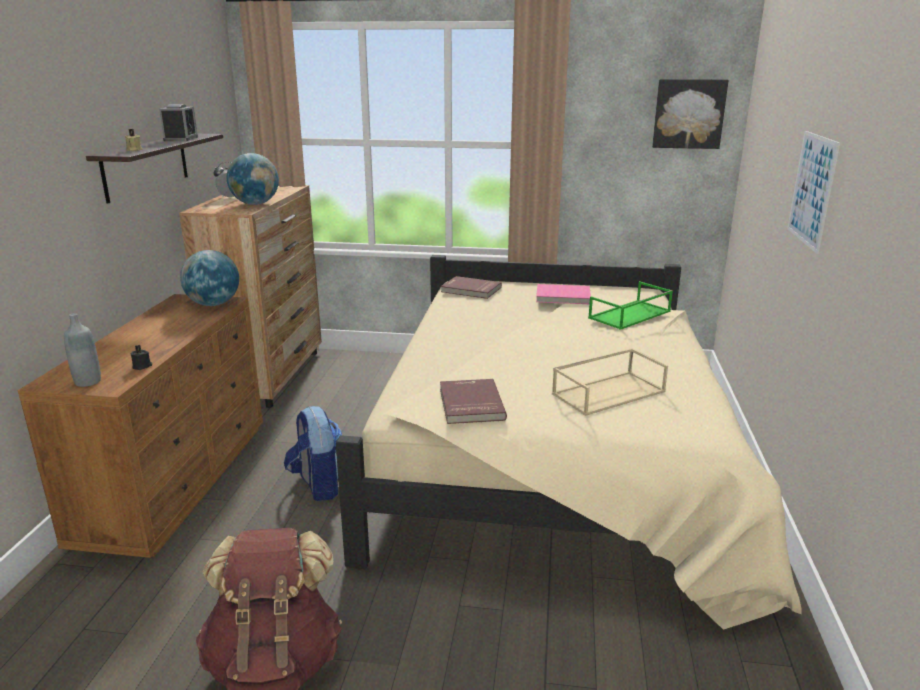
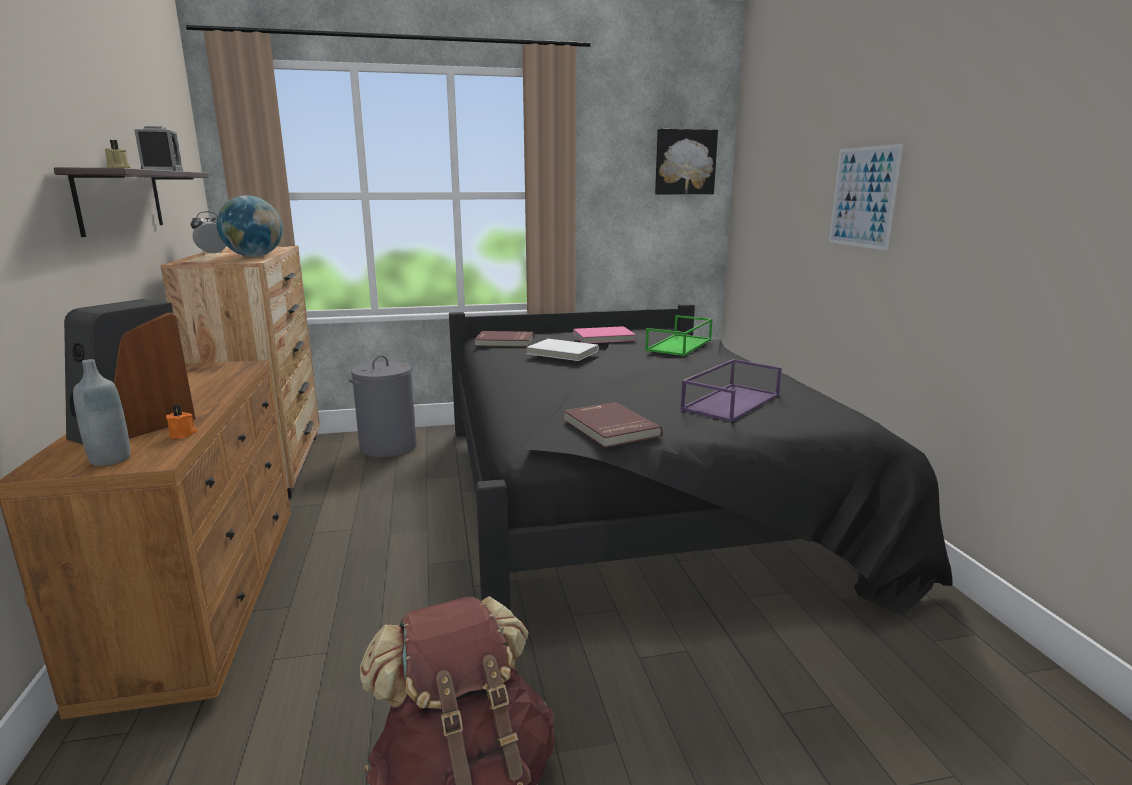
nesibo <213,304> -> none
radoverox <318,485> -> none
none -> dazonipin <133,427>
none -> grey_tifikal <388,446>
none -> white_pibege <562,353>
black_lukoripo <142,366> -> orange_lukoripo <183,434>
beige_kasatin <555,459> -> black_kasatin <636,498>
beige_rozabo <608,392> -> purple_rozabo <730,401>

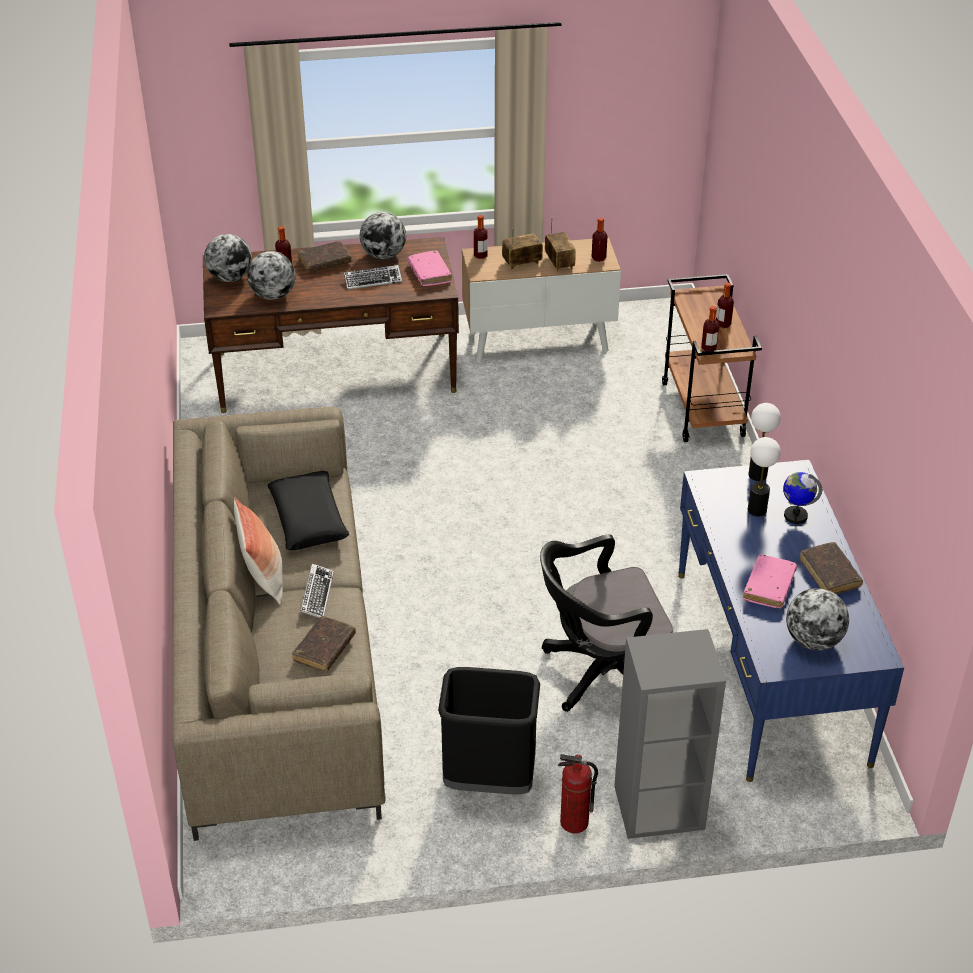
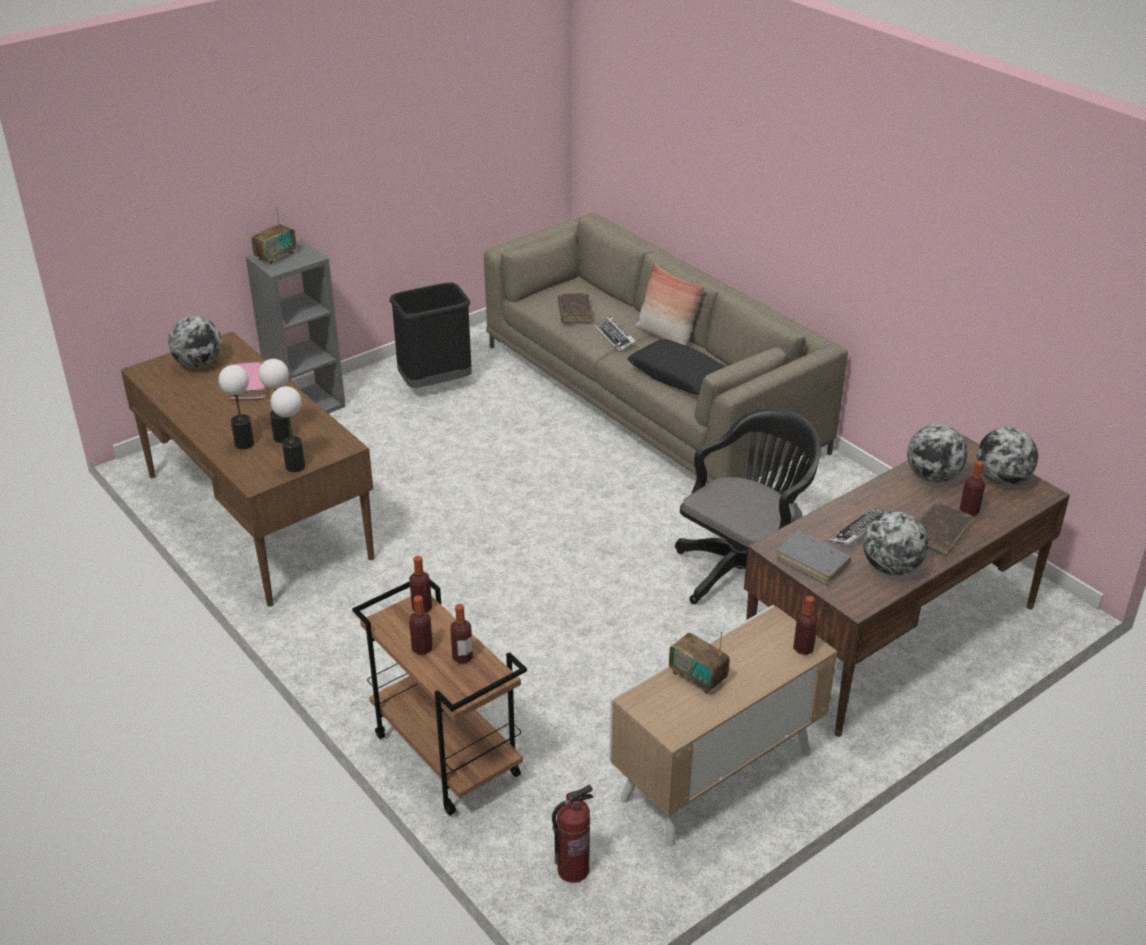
brown_pibege <829,574> -> none
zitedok <522,262> -> zitedok <275,256>, shifted
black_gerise <601,674> -> black_gerise <744,570>, shifted
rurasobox <574,823> -> rurasobox <573,869>, shifted
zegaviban <598,258> -> zegaviban <462,657>, shifted
nesibo <795,516> -> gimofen <244,443>
pink_pibege <429,273> -> grey_pibege <812,563>
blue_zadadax <770,665> -> brown_zadadax <257,515>

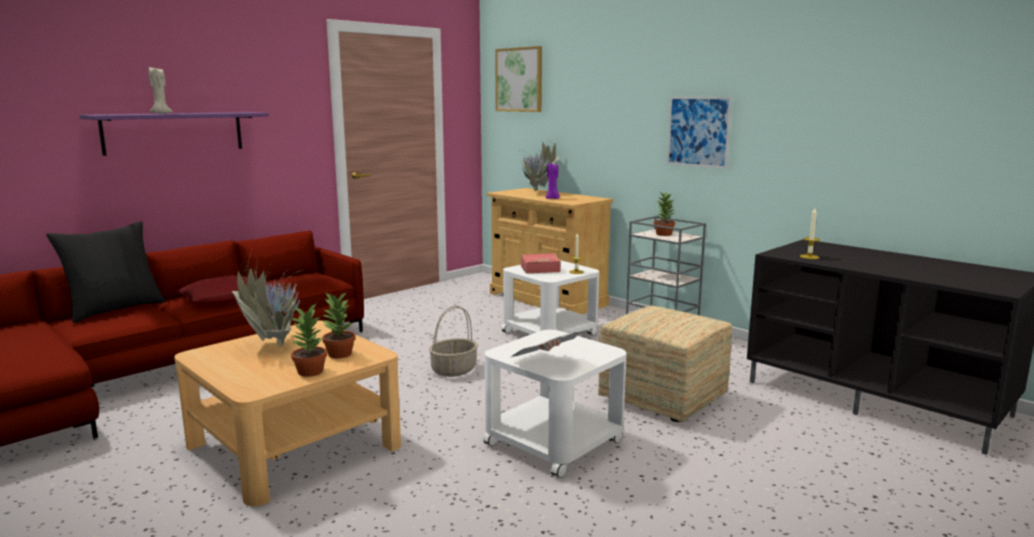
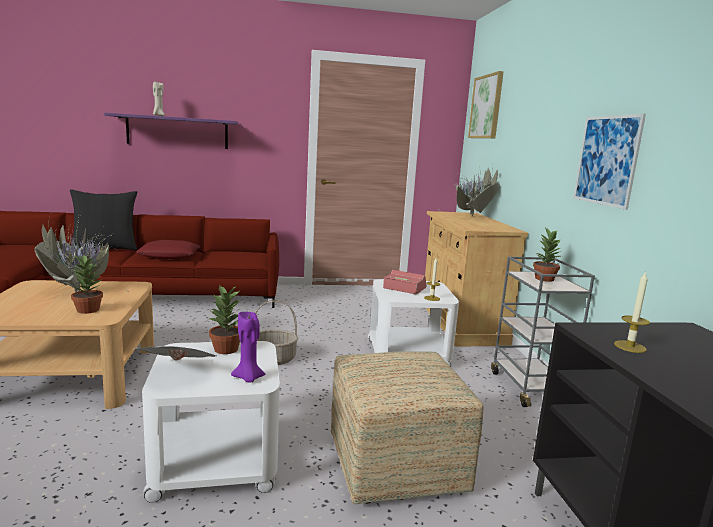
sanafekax <311,372> -> sanafekax <226,349>, shifted
purple_lukoripo <552,199> -> purple_lukoripo <248,378>, shifted

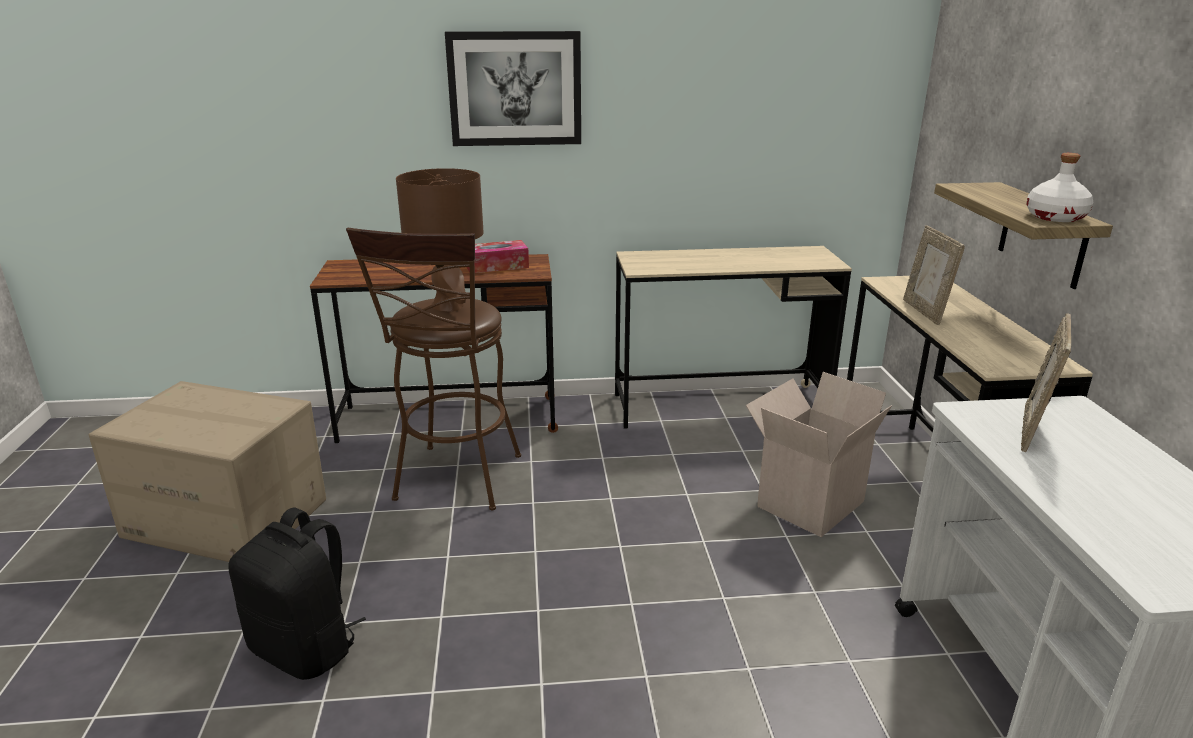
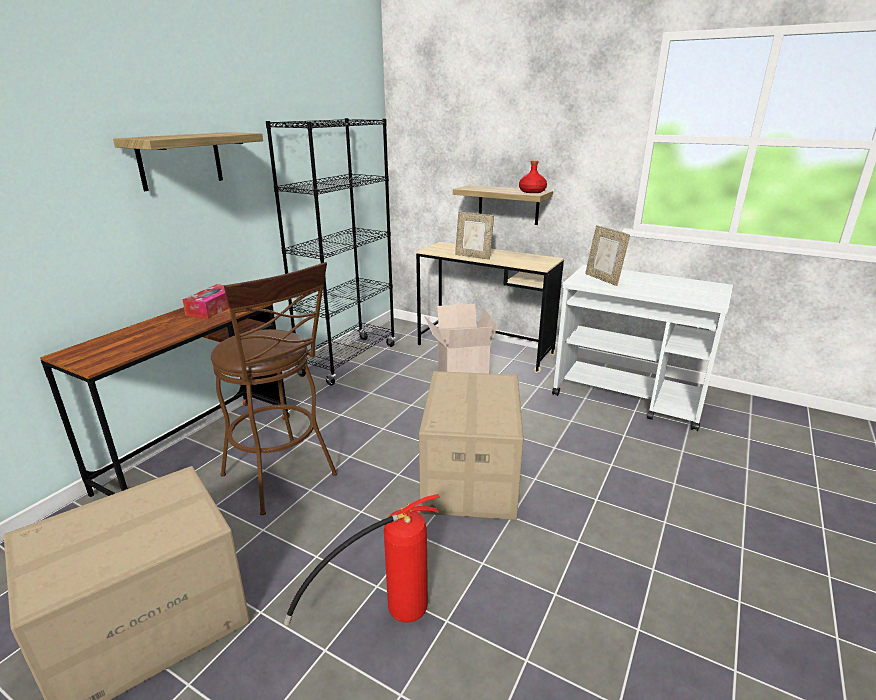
brown_gimofen <448,306> -> none
none -> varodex <469,476>
black_radoverox <306,648> -> rurasobox <385,615>
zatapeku <515,89> -> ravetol <180,160>
beige_zadadax <720,406> -> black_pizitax <348,360>
white_zegaviban <1056,217> -> red_zegaviban <532,191>

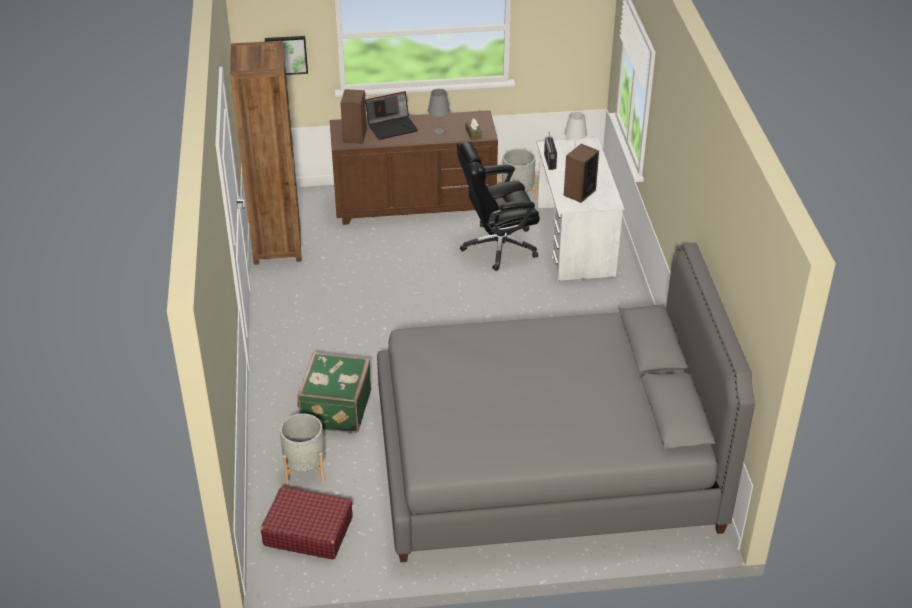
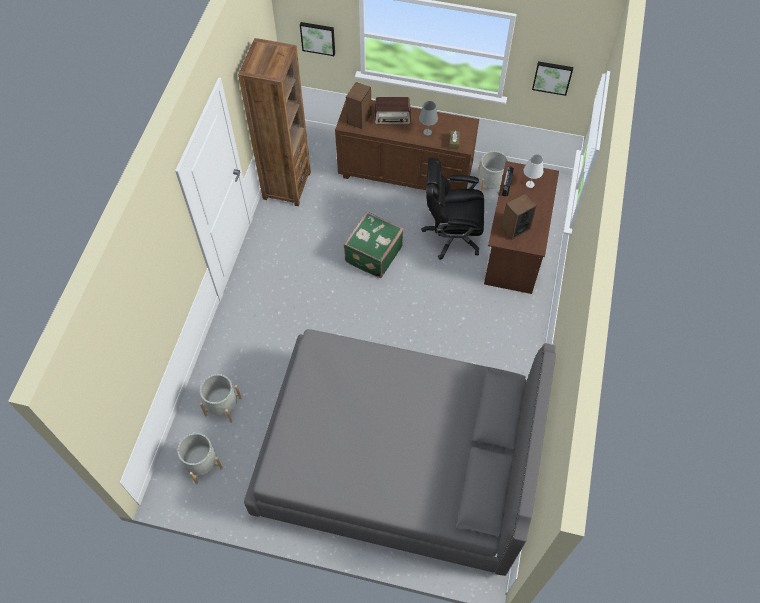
none -> zatapeku <552,77>
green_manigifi <335,409> -> green_manigifi <372,254>, shifted
red_manigifi <308,531> -> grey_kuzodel <202,464>
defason <392,127> -> zitedok <392,117>
white_zadadax <575,241> -> brown_zadadax <515,247>

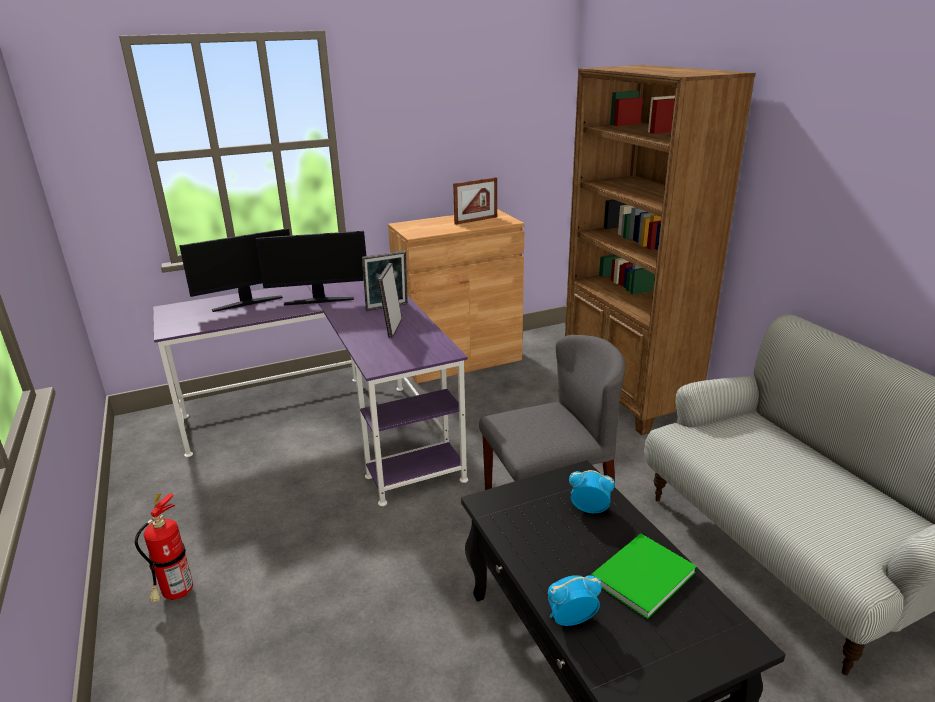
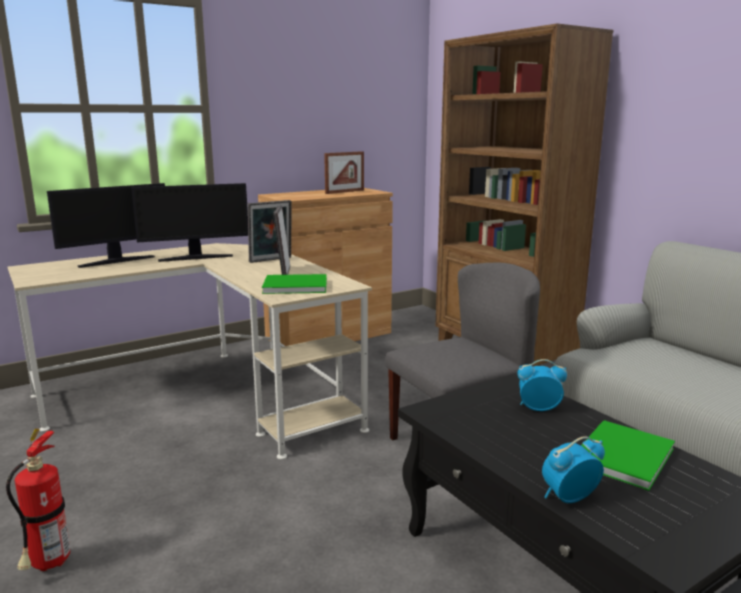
none -> green_pibege <293,286>
purple_zadadax <333,426> -> beige_zadadax <209,394>

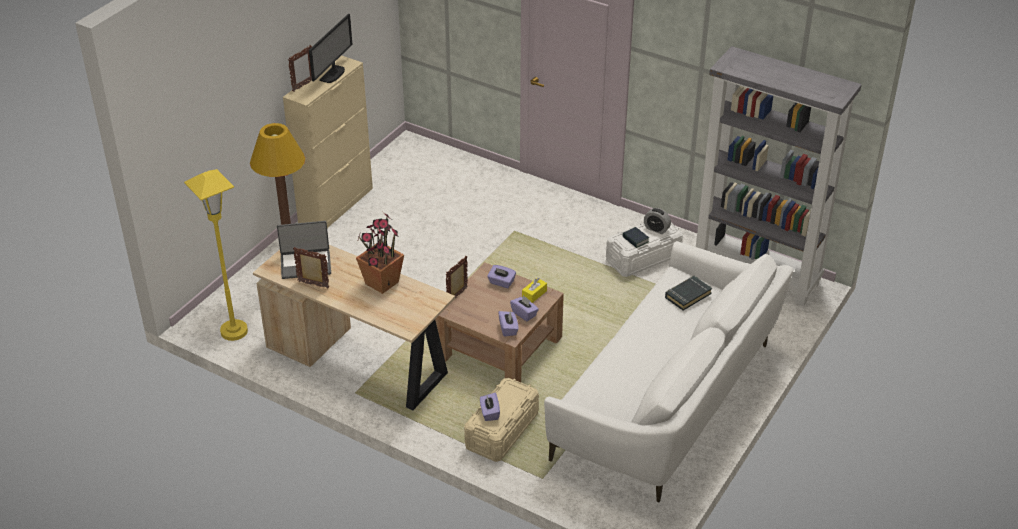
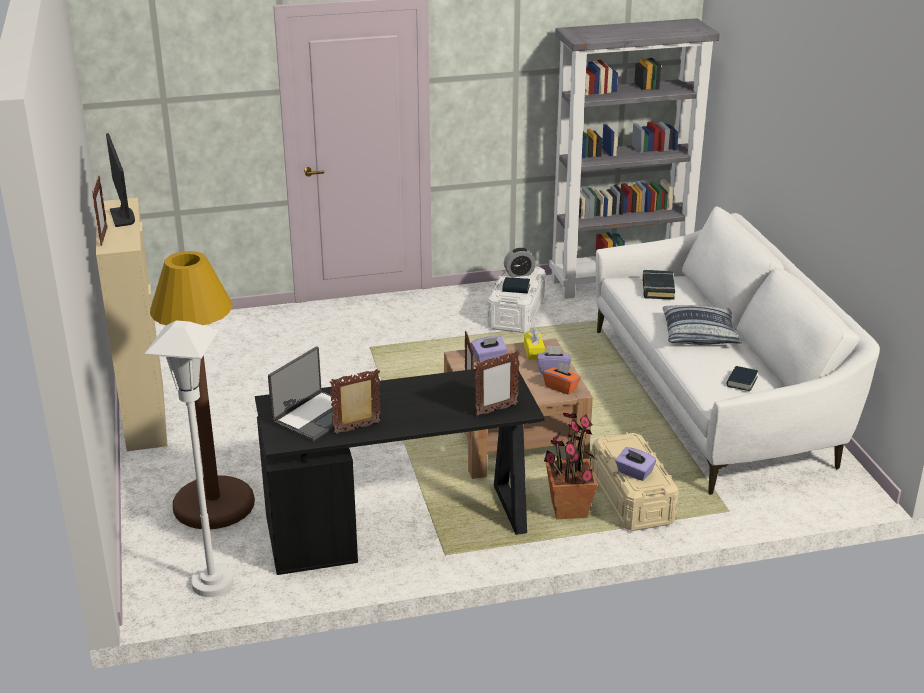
none -> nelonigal <496,410>
none -> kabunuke <700,334>
none -> pibege <741,382>
sanafekax <381,283> -> sanafekax <568,510>, shifted
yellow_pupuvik <234,331> -> white_pupuvik <212,583>
beige_zadadax <359,361> -> black_zadadax <401,526>
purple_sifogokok <508,329> -> orange_sifogokok <561,387>

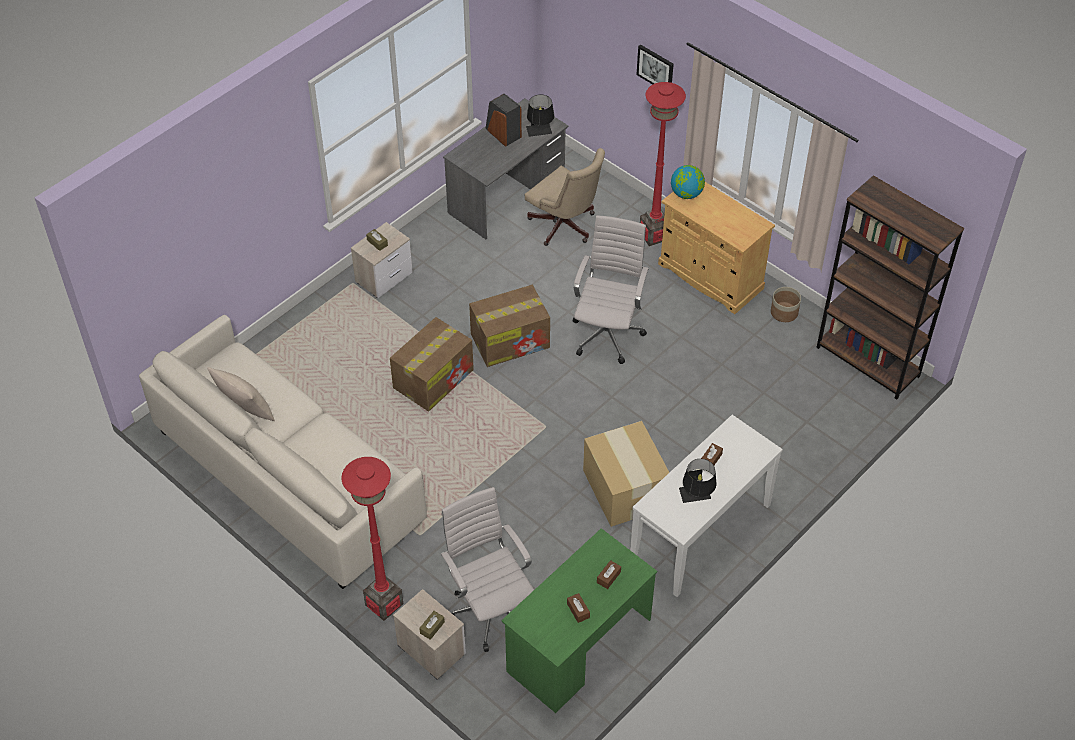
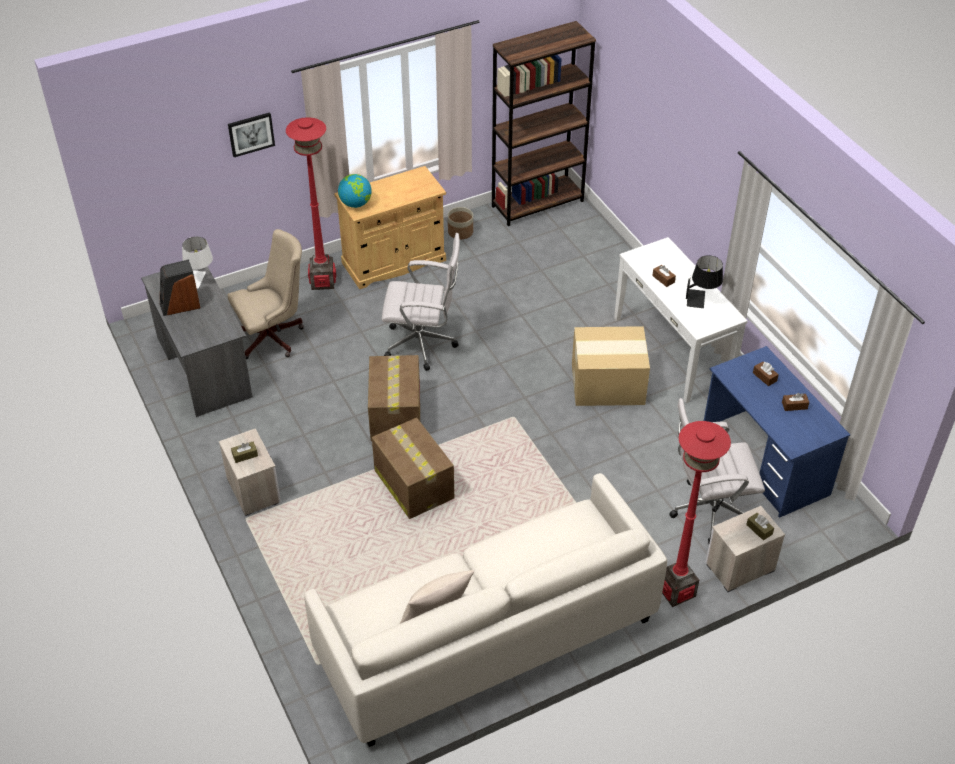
green_zadadax <579,645> -> blue_zadadax <764,460>
black_gimofen <540,133> -> white_gimofen <199,279>
white_gerise <608,333> -> white_gerise <423,345>, 150 degrees clockwise

